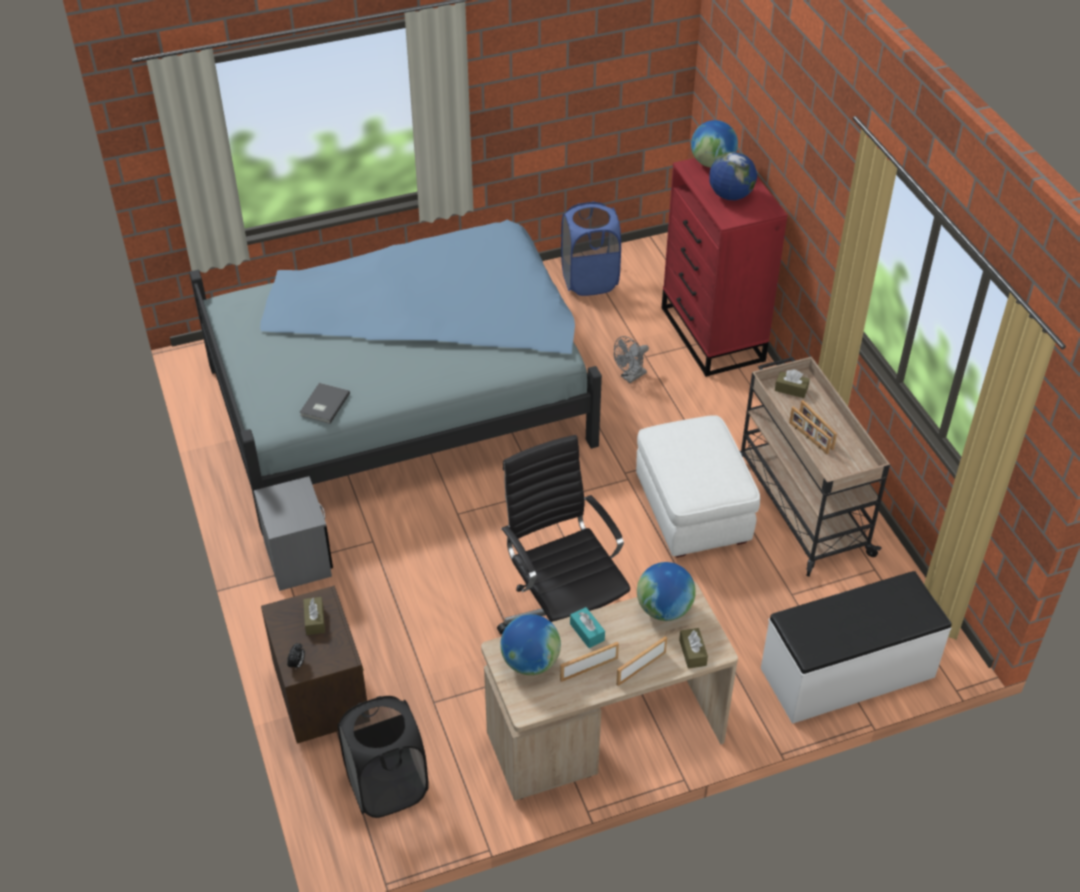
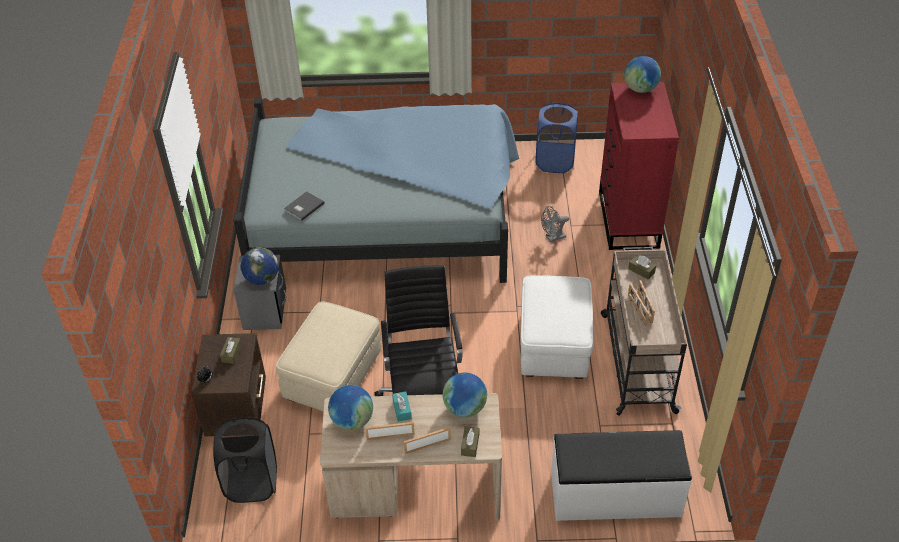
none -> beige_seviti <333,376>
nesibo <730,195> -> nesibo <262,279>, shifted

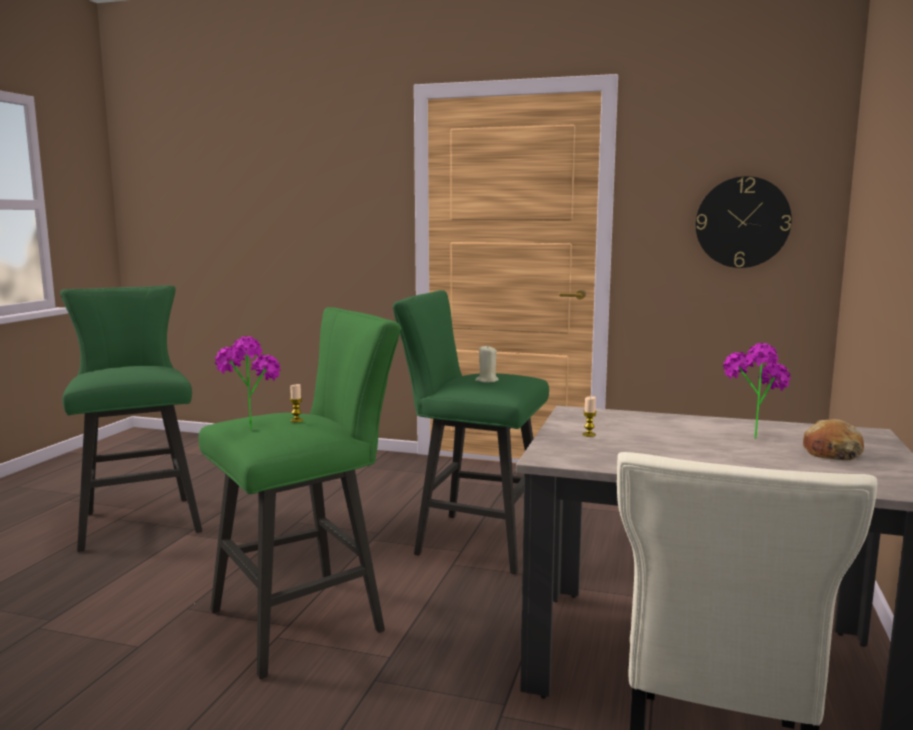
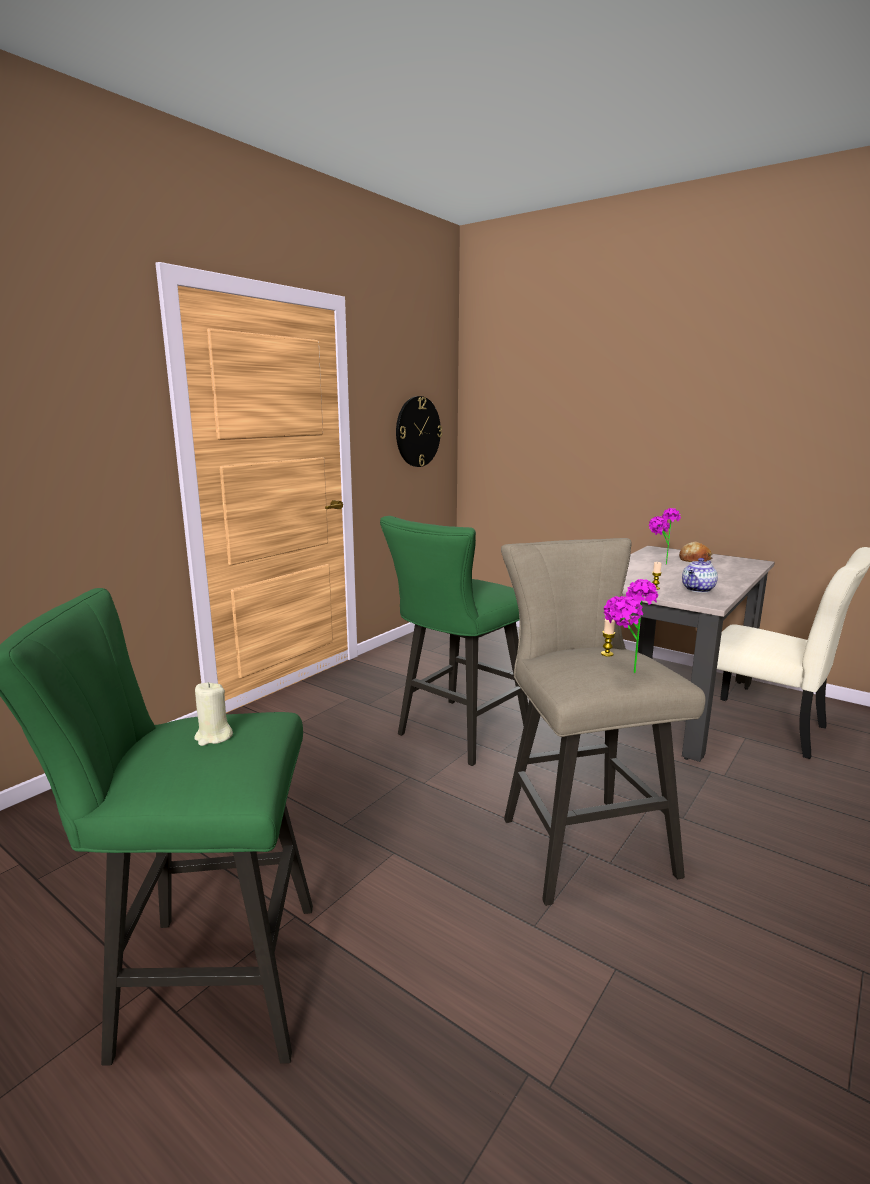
none -> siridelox <698,589>
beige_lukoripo <487,380> -> beige_lukoripo <213,737>, shifted
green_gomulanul <309,618> -> beige_gomulanul <579,840>

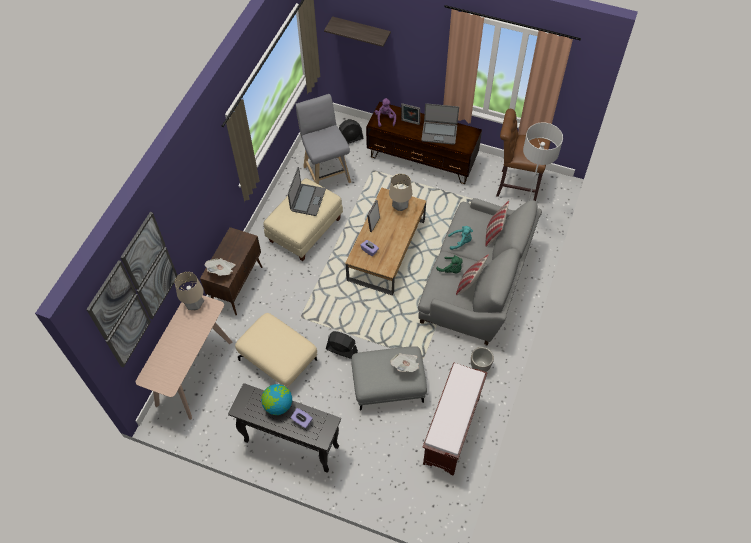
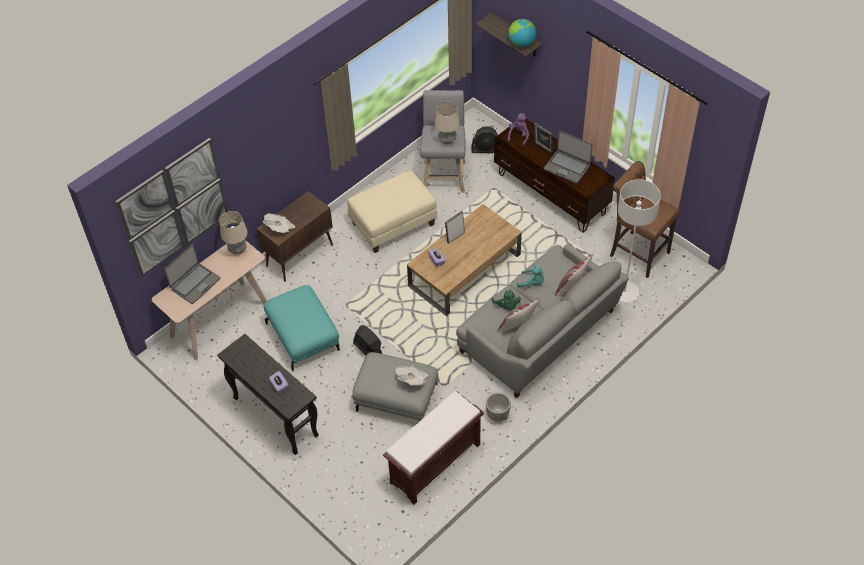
nesibo <278,405> -> nesibo <521,43>, shifted
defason <307,200> -> defason <195,283>, shifted
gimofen <400,207> -> gimofen <447,141>, shifted
beige_seviti <279,359> -> turquoise_seviti <303,337>

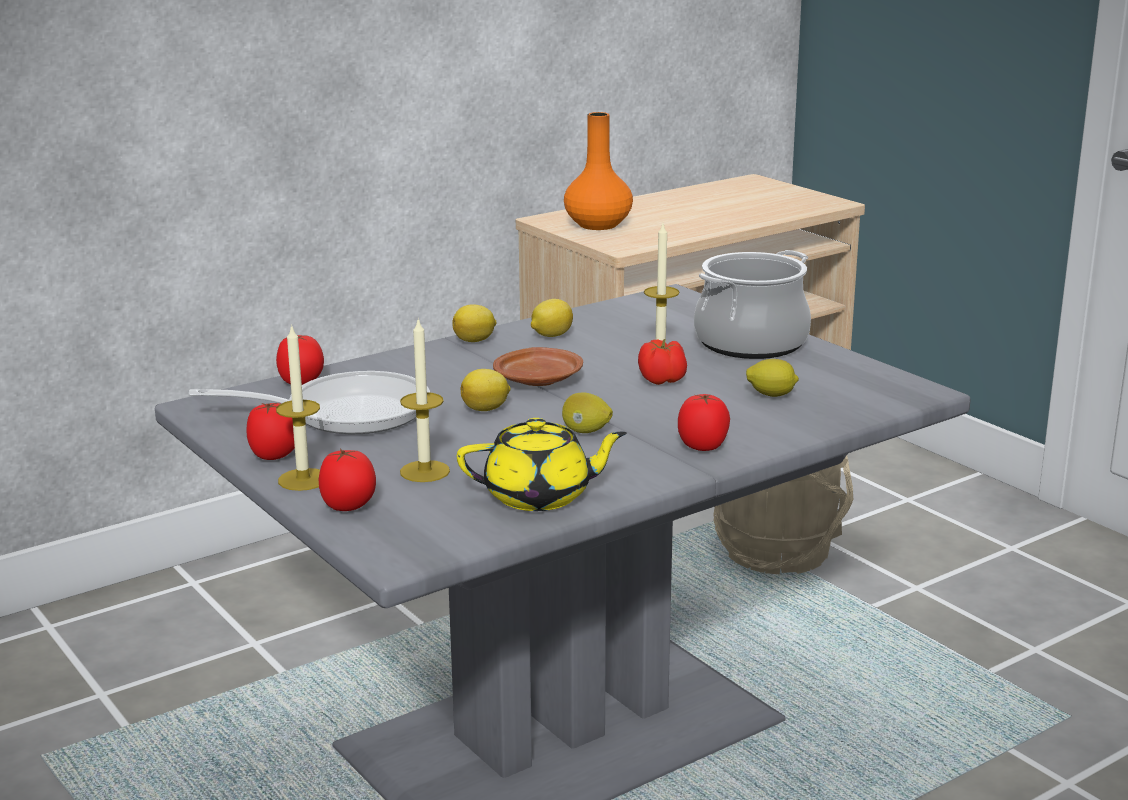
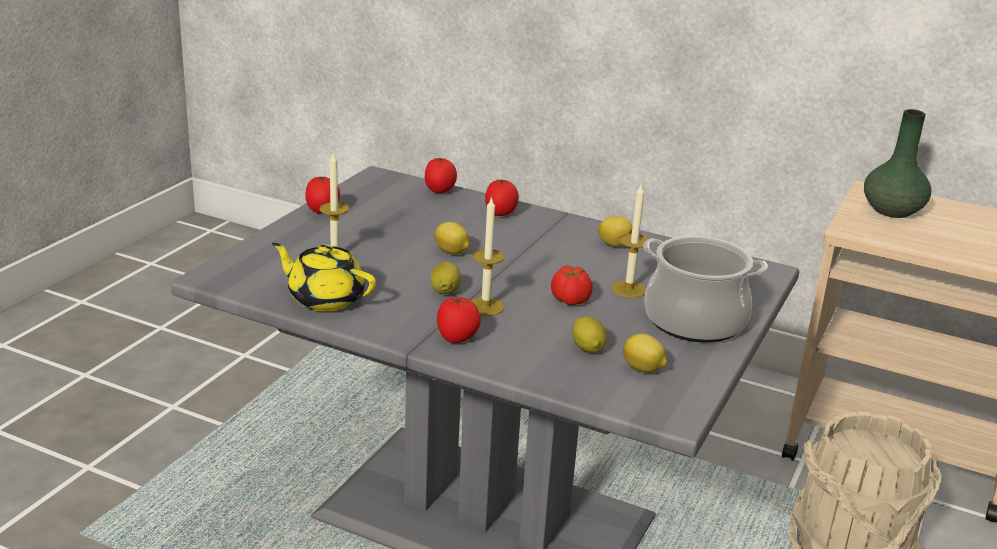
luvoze <345,412> -> none
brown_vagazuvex <539,380> -> none
lukoripo <303,479> -> lukoripo <485,306>, shifted
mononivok <349,507> -> mononivok <500,214>, shifted
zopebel <475,340> -> zopebel <643,369>, shifted
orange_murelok <598,225> -> green_murelok <891,211>
yellow_siridelox <540,496> -> yellow_siridelox <325,298>, 150 degrees clockwise

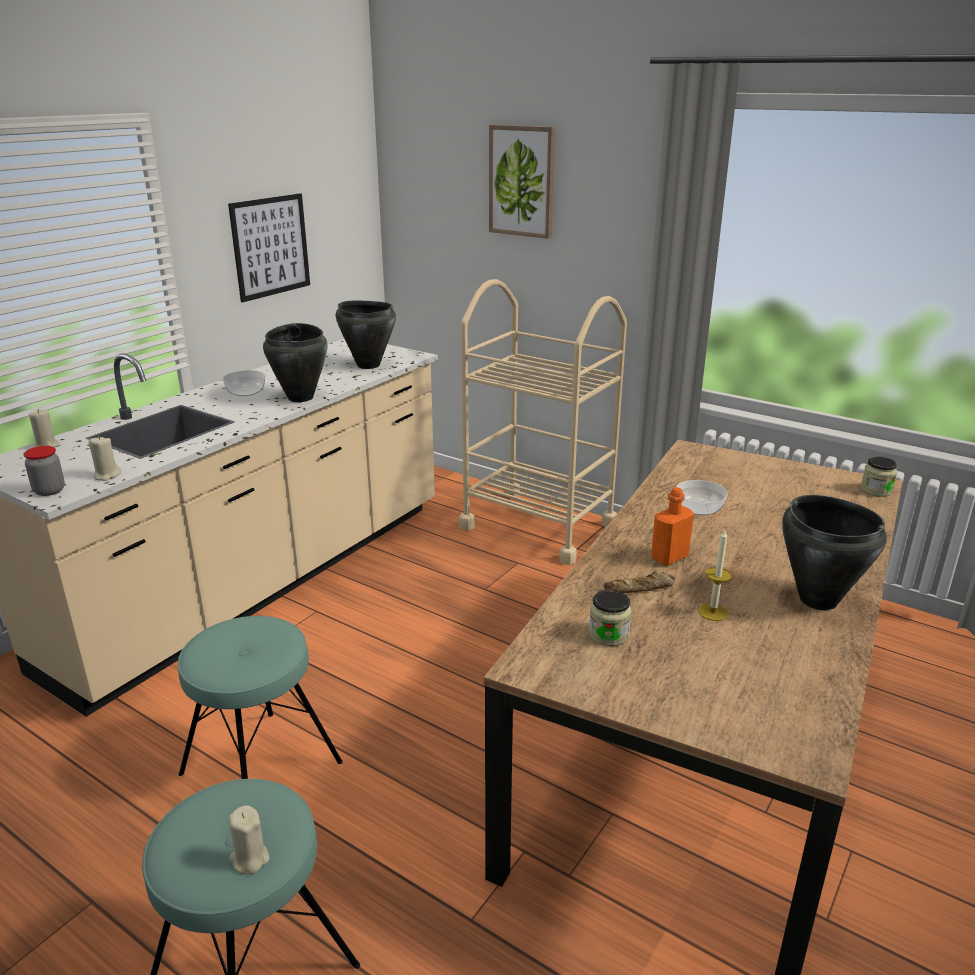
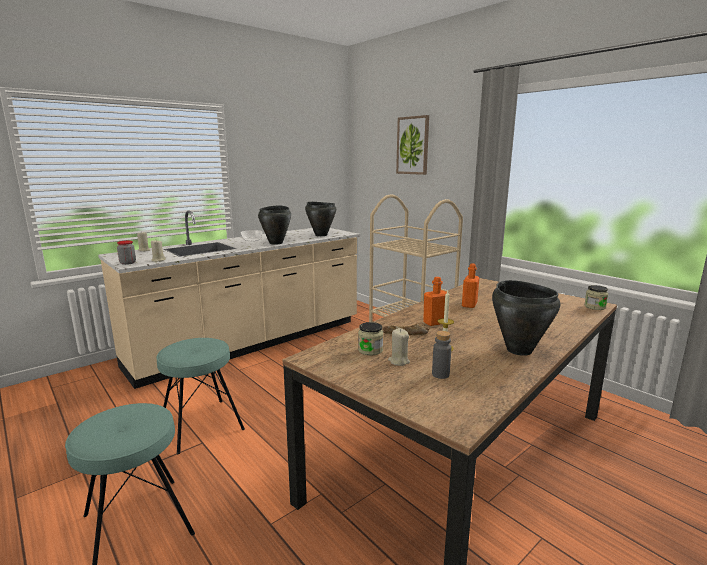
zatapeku <270,246> -> none
none -> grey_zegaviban <440,374>
beige_lukoripo <250,859> -> beige_lukoripo <399,361>, shifted
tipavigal <698,508> -> orange_zegaviban <469,305>

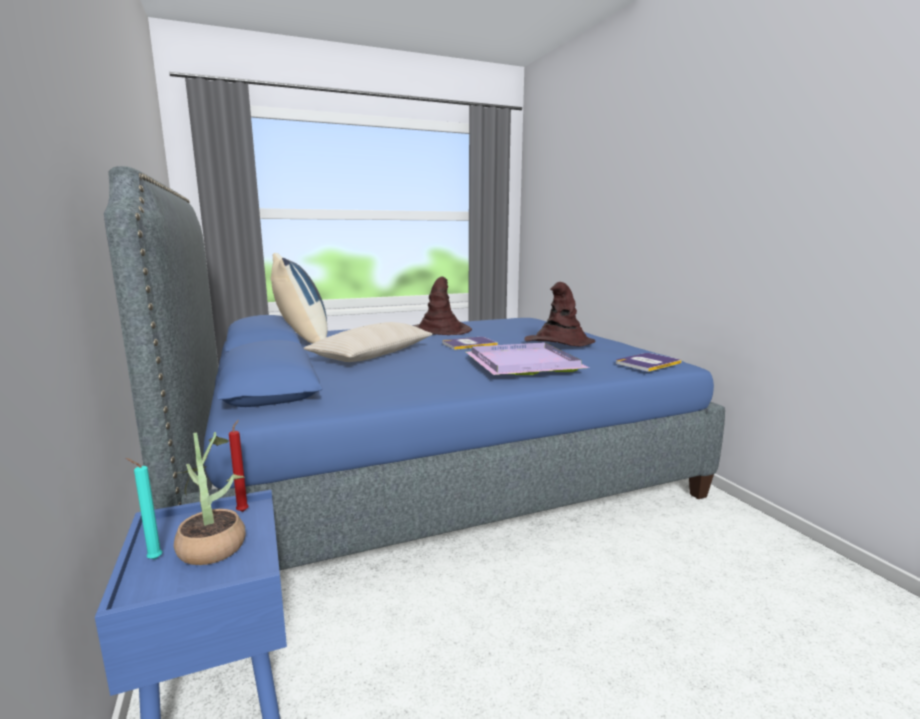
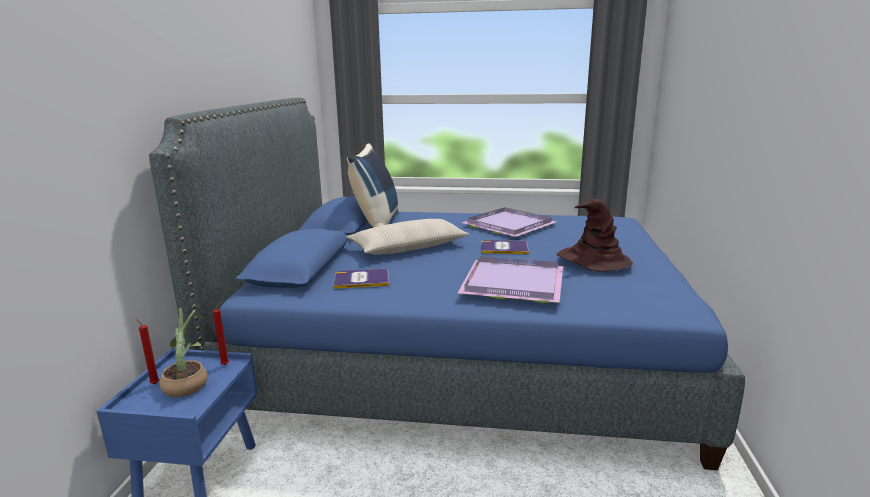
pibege <647,363> -> pibege <361,280>, shifted
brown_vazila <441,330> -> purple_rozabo <507,225>
turquoise_lukoripo <152,559> -> red_lukoripo <154,383>

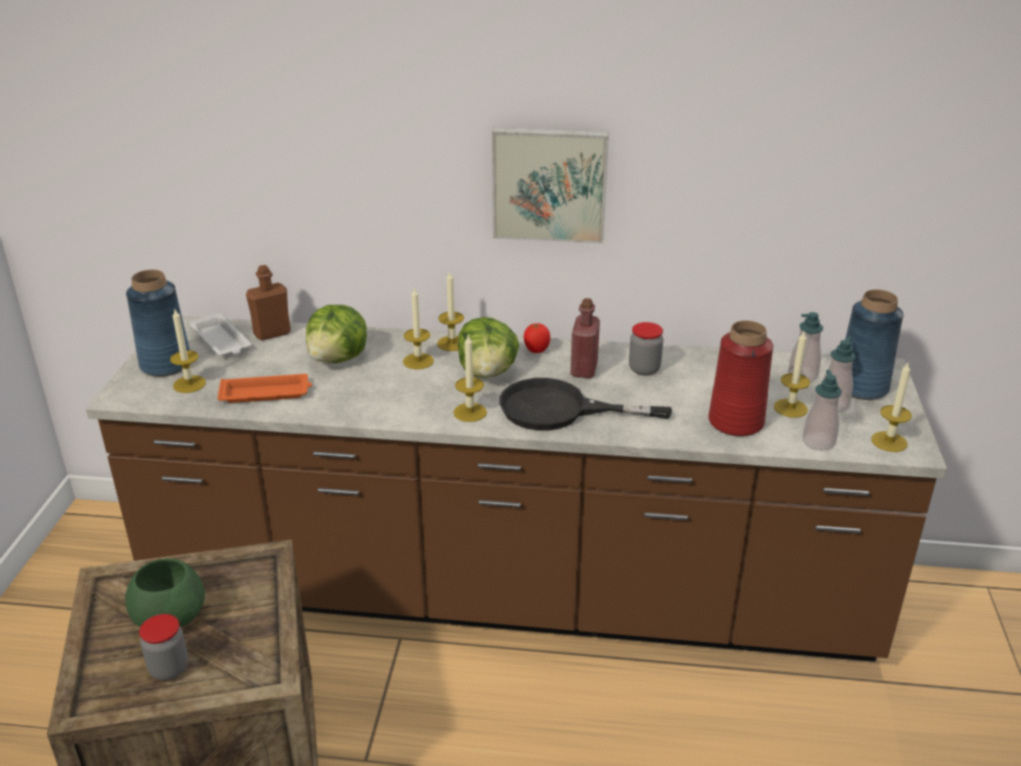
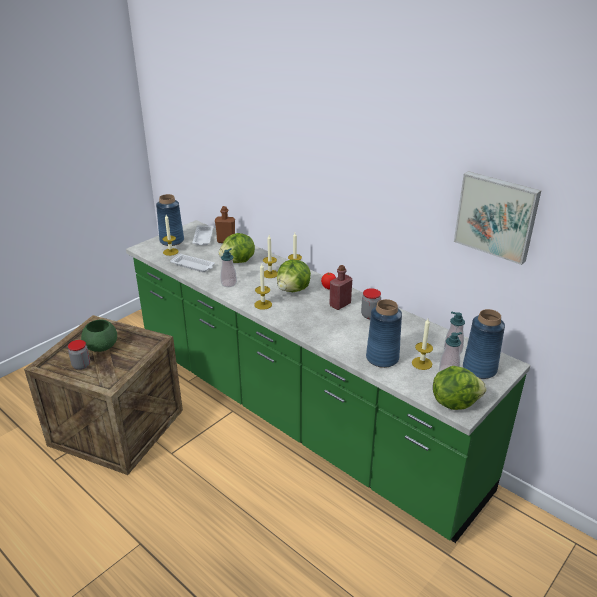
black_luvoze <560,410> -> none
zatapeku <549,183> -> zatapeku <497,216>, shifted
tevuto <818,442> -> tevuto <229,283>, shifted
lukoripo <889,441> -> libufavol <454,402>
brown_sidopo <510,594> -> green_sidopo <298,415>
orange_rozabo <266,393> -> white_rozabo <193,266>
red_murelok <736,422> -> blue_murelok <382,358>

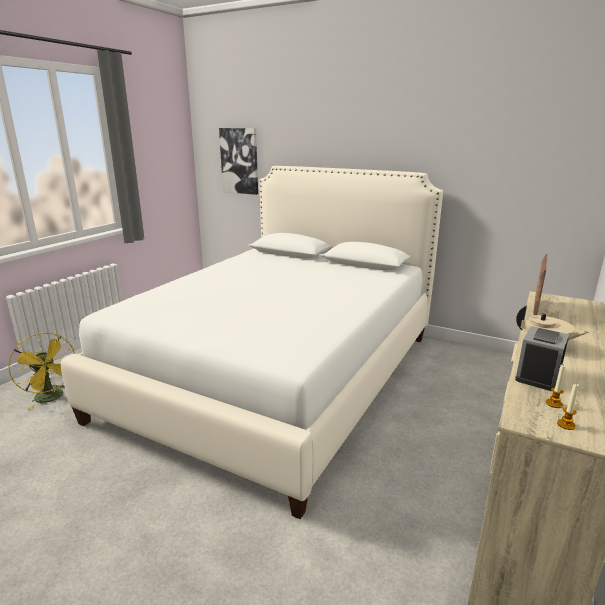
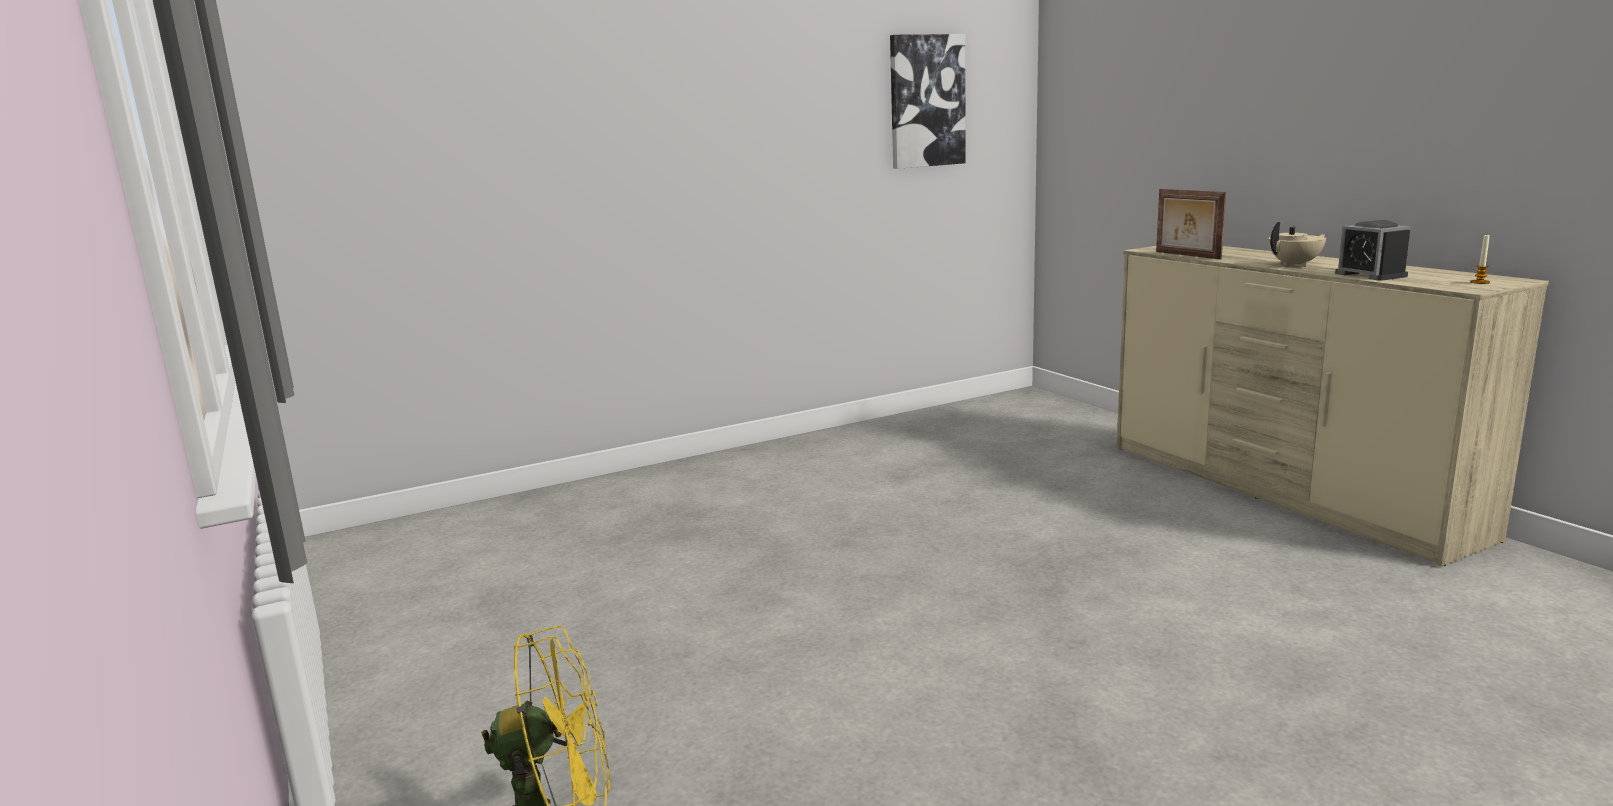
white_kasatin <279,374> -> none
lukoripo <554,404> -> none
zatapeku <240,161> -> zatapeku <926,101>, shifted

